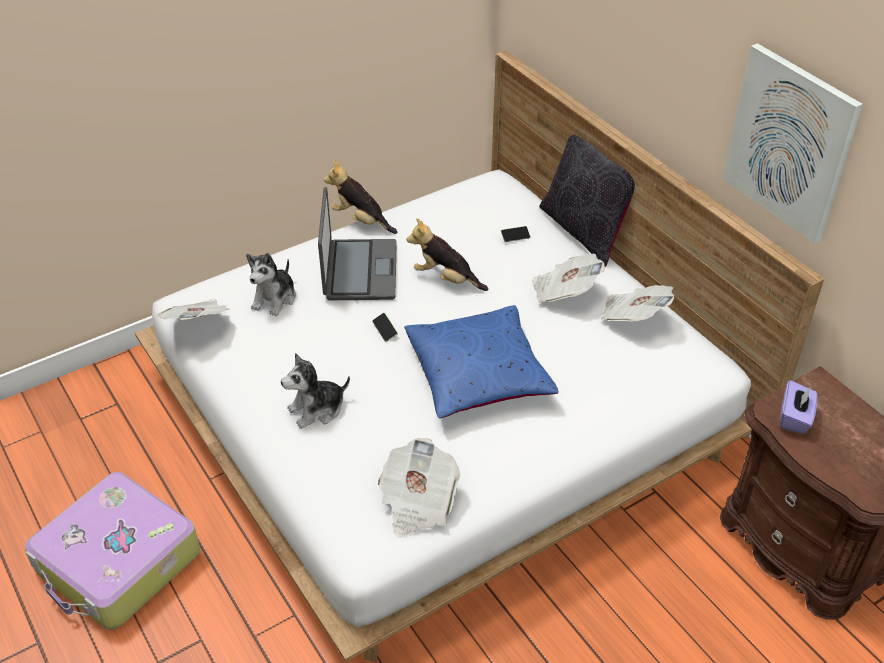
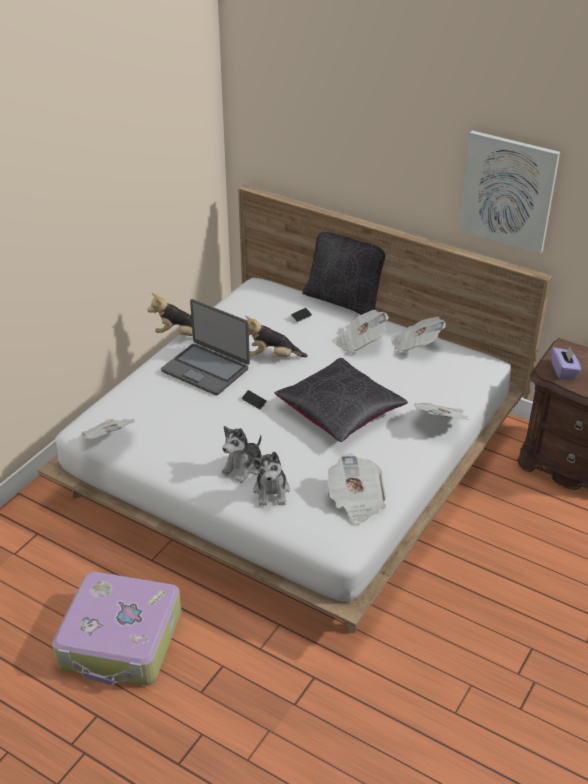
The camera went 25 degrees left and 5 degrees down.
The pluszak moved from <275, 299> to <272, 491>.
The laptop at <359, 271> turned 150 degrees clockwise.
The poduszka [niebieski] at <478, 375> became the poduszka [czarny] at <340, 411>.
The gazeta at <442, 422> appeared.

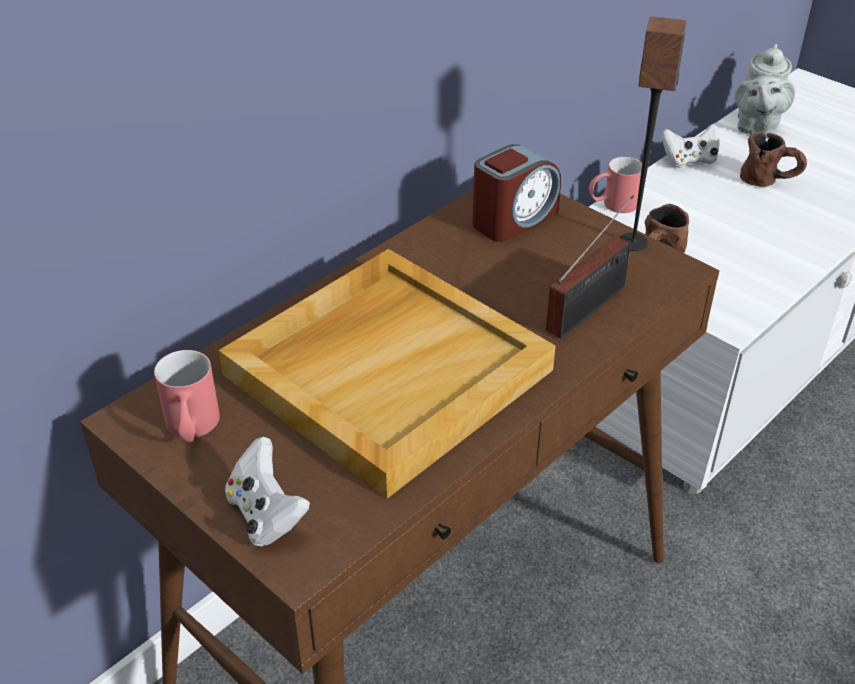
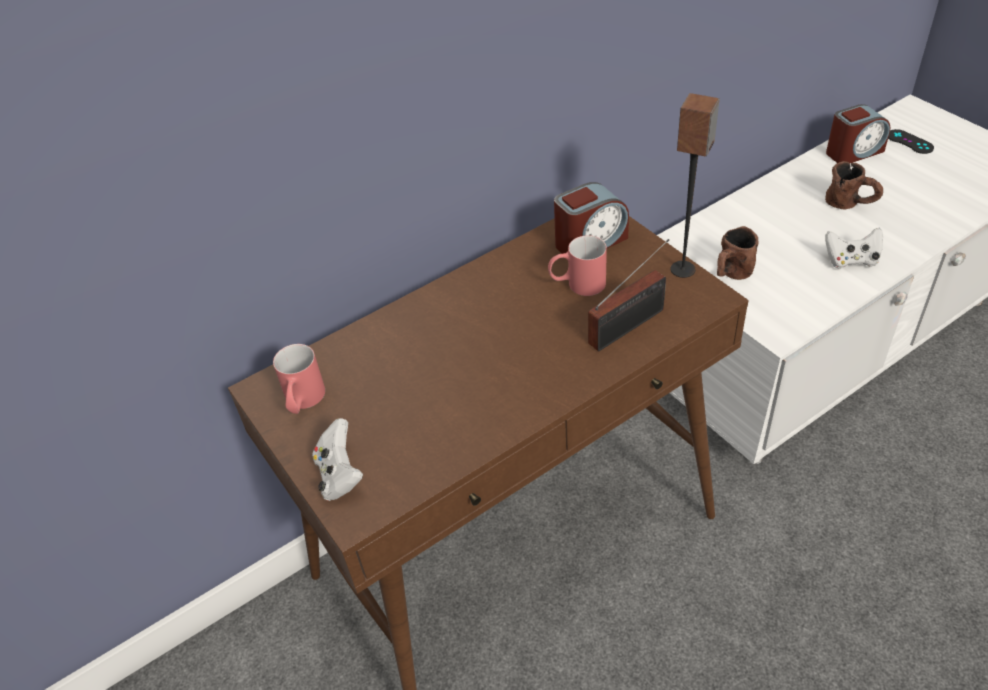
The camera went 15 degrees right and 5 degrees up.
The taca [beżowy] at <388, 370> disappeared.
The kubek [czerwony] moved from <612, 205> to <577, 285>.
The pad do gier [biały] moved from <689, 160> to <851, 260>.
The imbryk [szary] at <756, 128> was replaced by the budzik at <854, 152>.
The pad do gier [czarny] at <909, 142> appeared.

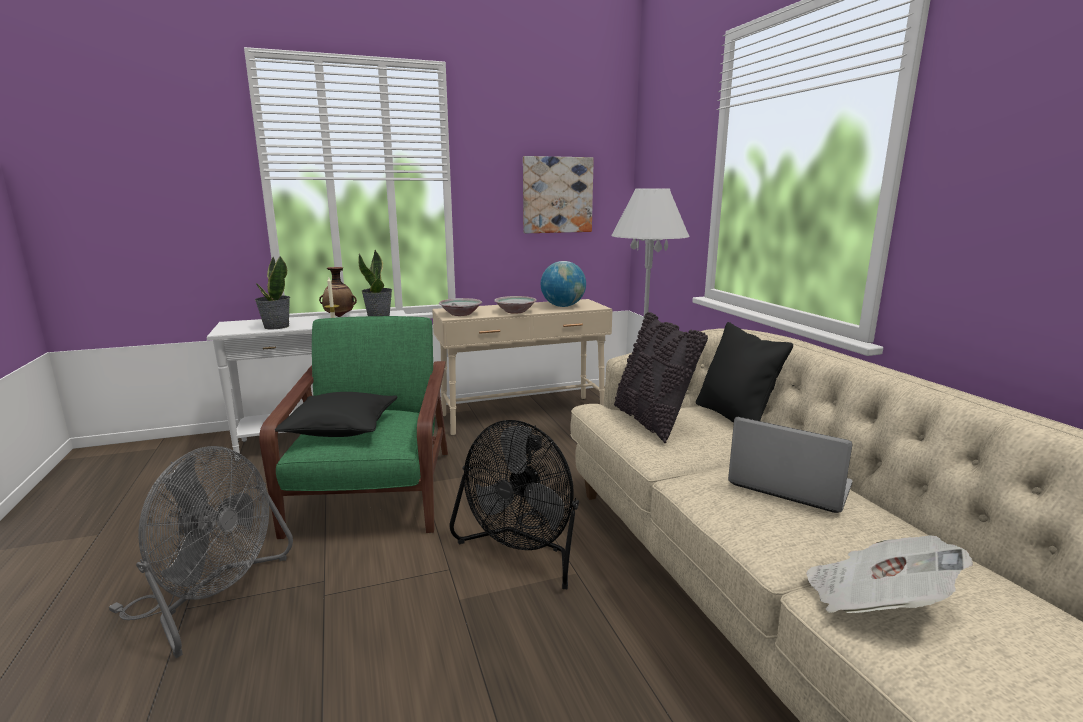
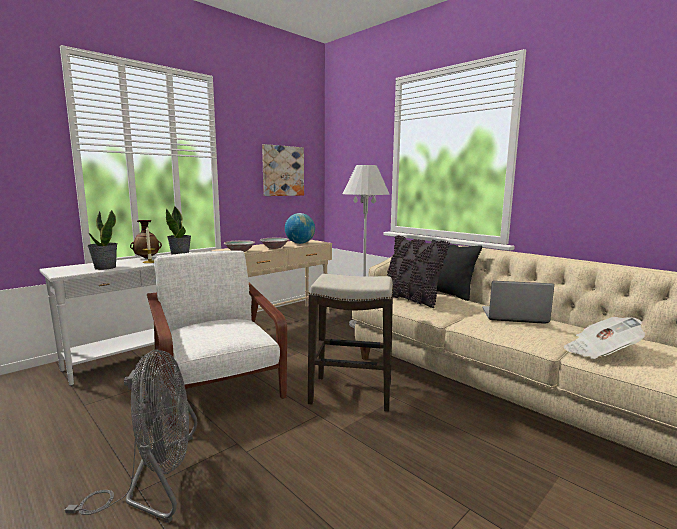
The camera went 25 degrees left and 5 degrees down.
The fotel [zielony] at <373, 493> became the fotel [biały] at <217, 384>.
The poduszka [czarny] at <341, 428> disappeared.
The wentylator [czarny] at <521, 549> was replaced by the stołek at <351, 393>.

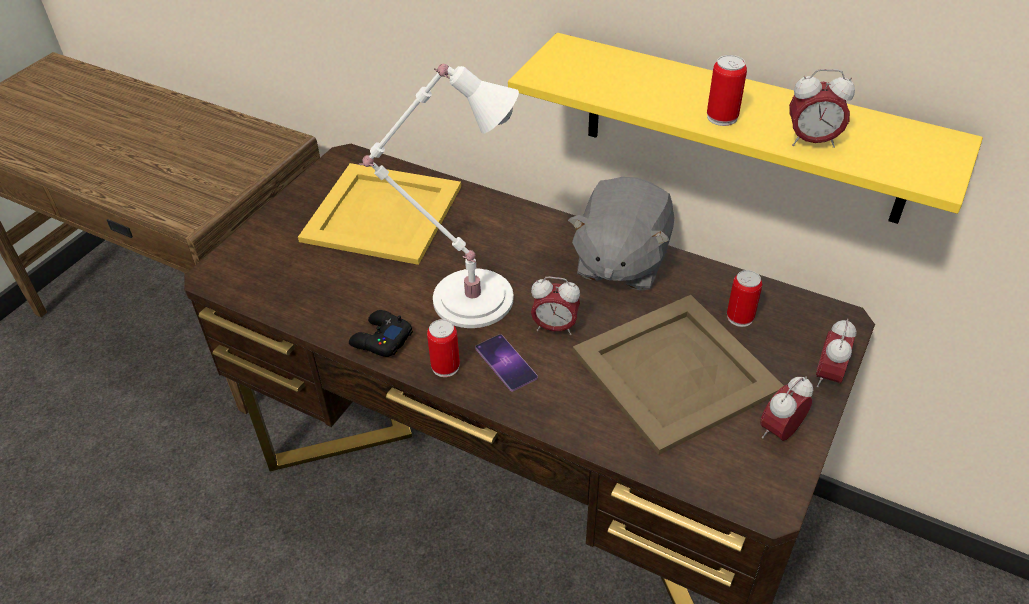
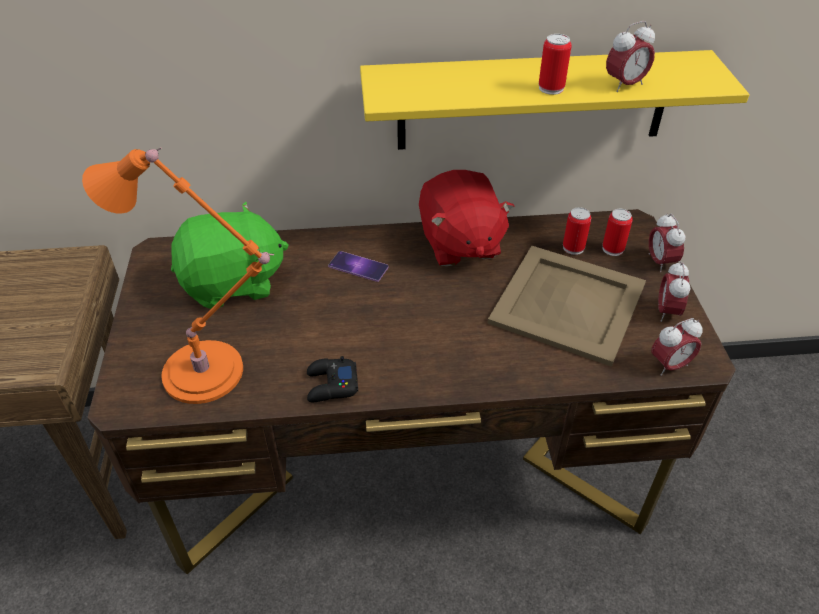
The camera went 35 degrees left and 0 degrees up.
The taca [żółty] at <382, 212> was replaced by the pluszak [zielony] at <233, 283>.
The lampa stołowa [biały] at <466, 298> disappeared.
The puszka moved from <445, 367> to <613, 249>.
The telefon moved from <506, 362> to <358, 266>.
The budzik moved from <554, 327> to <669, 365>.
The pluszak [szary] at <620, 262> became the pluszak [czerwony] at <459, 244>.
The lampa stołowa [pomarańczowy] at <210, 373> appeared.

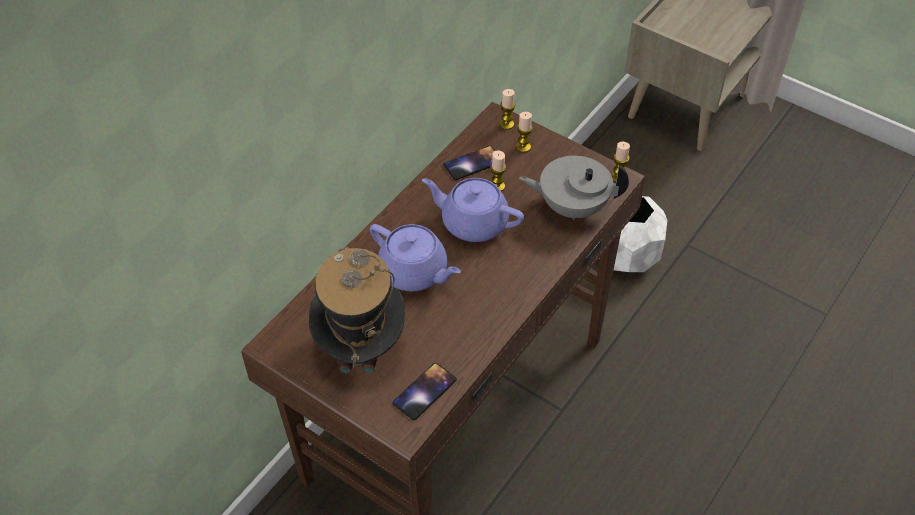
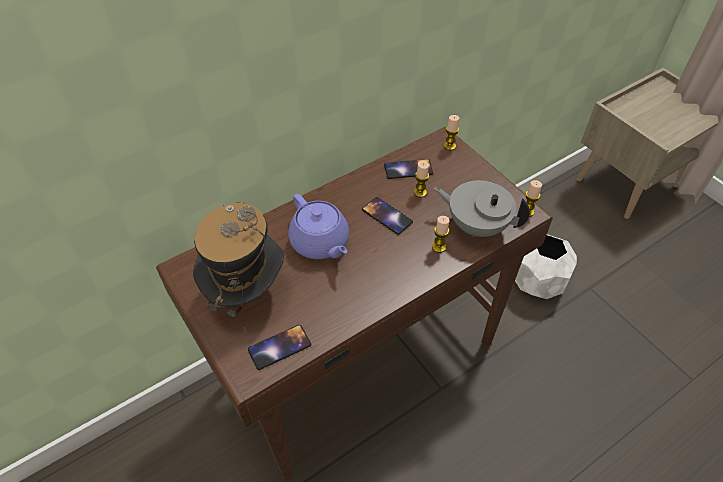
The camera went 20 degrees right and 0 degrees up.
The imbryk [fioletowy] at <473, 222> was replaced by the telefon at <387, 216>.
The świeca moved from <523, 147> to <439, 247>.

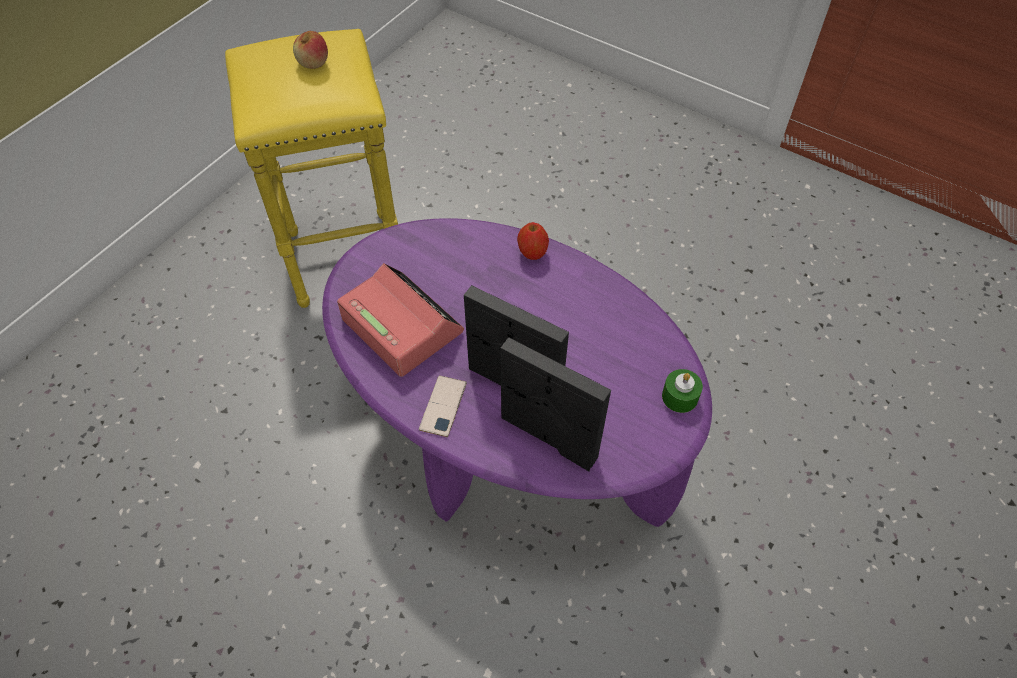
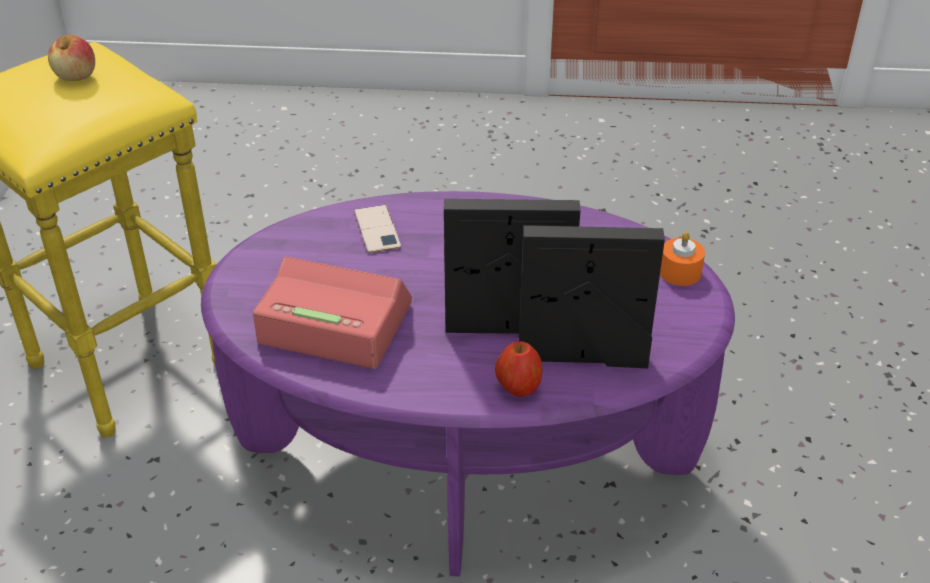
The camera went 30 degrees left and 15 degrees down.
The telefon moved from <443, 406> to <377, 229>.
The jabłko moved from <532, 253> to <518, 388>.
The świeca [zielony] at <680, 397> became the świeca [pomarańczowy] at <680, 272>.

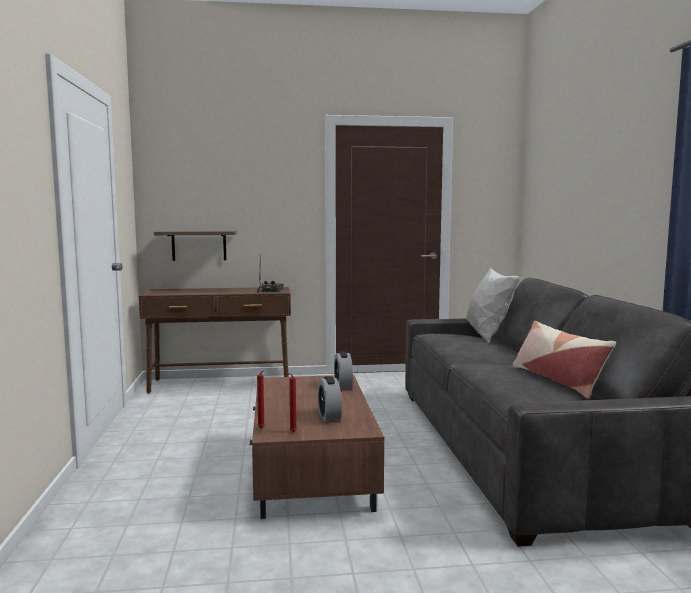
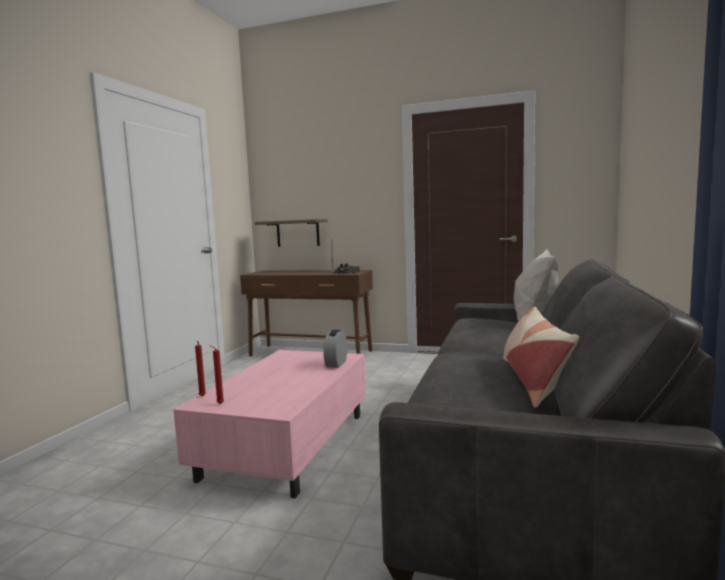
The camera went 25 degrees right and 0 degrees up.
The ława [brązowy] at <311, 472> became the ława [różowy] at <286, 445>.
The budzik at <329, 416> disappeared.

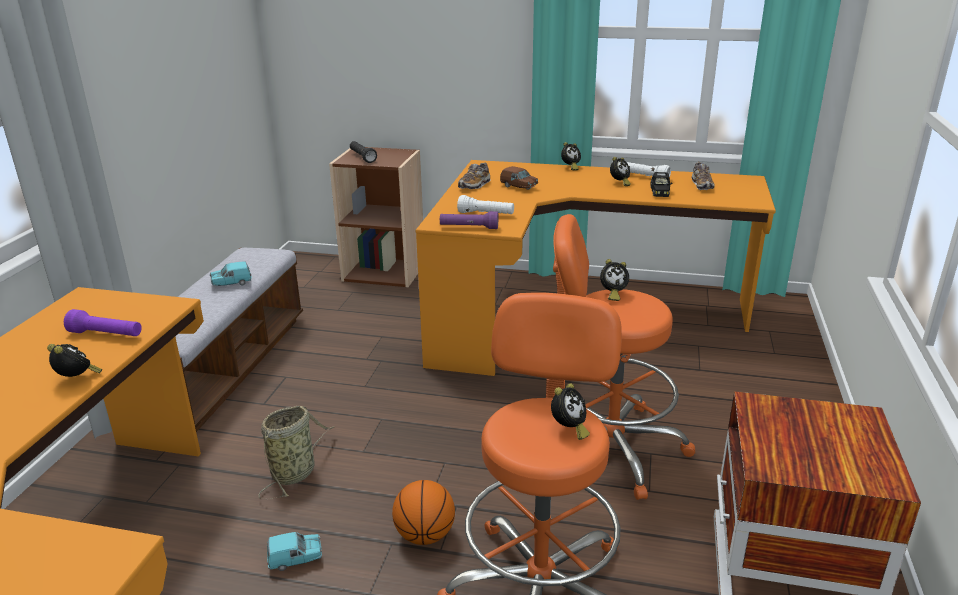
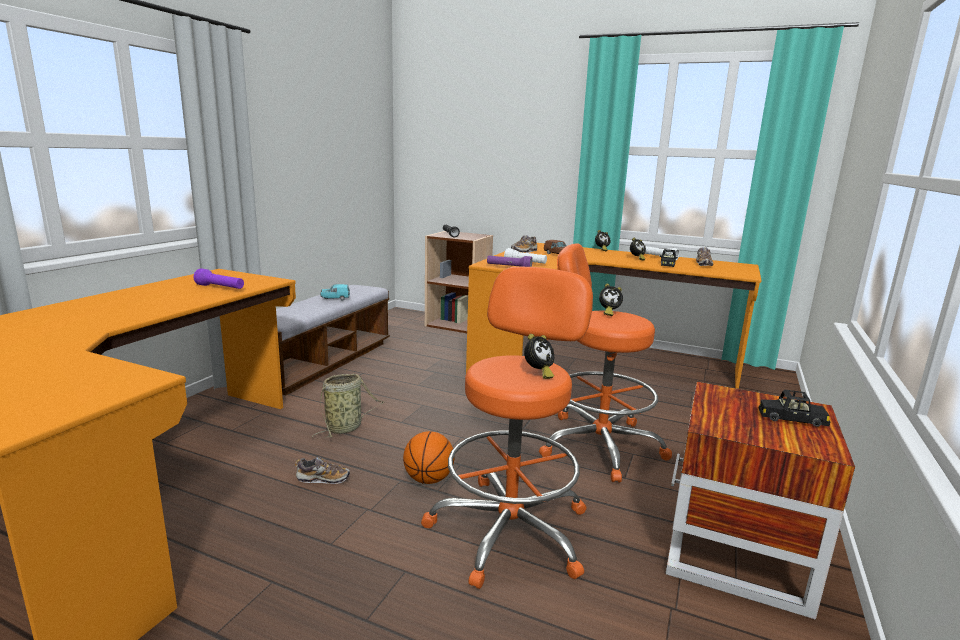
The camera went 10 degrees right and 10 degrees down.
The budzik at <78, 379> disappeared.
The samochodzik [turkusowy] at <295, 559> was replaced by the but at <323, 479>.
The samochodzik [czarny] at <791, 419> appeared.

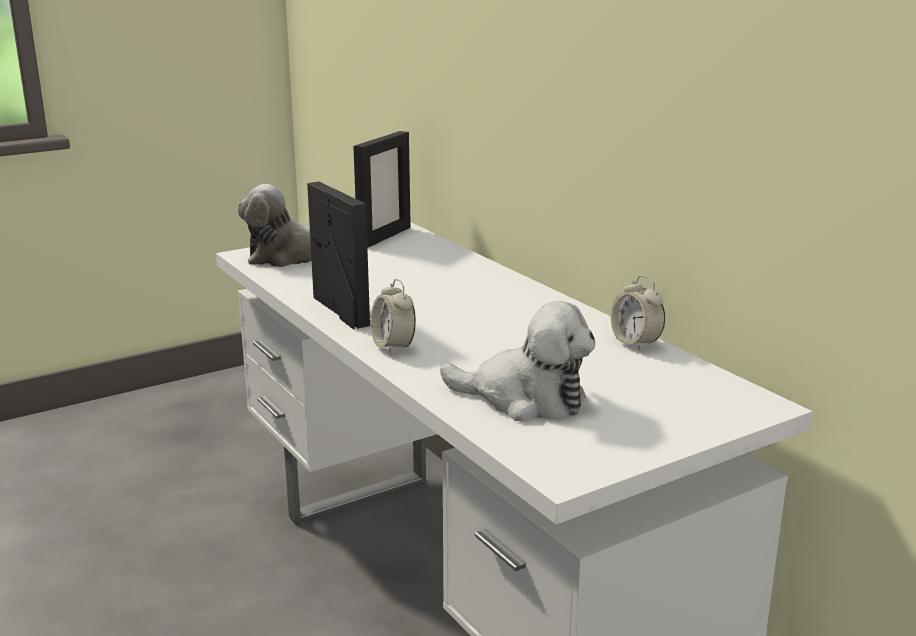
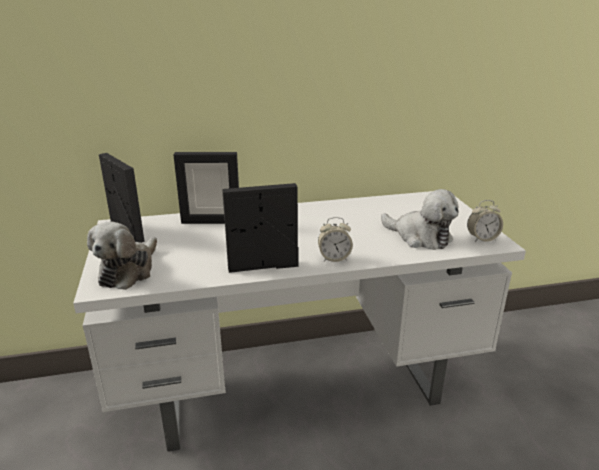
The camera went 70 degrees left and 5 degrees up.
The pluszak at <524, 399> turned 90 degrees clockwise.
The budzik moved from <635, 343> to <482, 239>.
The ramka na zdjęcie at <211, 221> appeared.

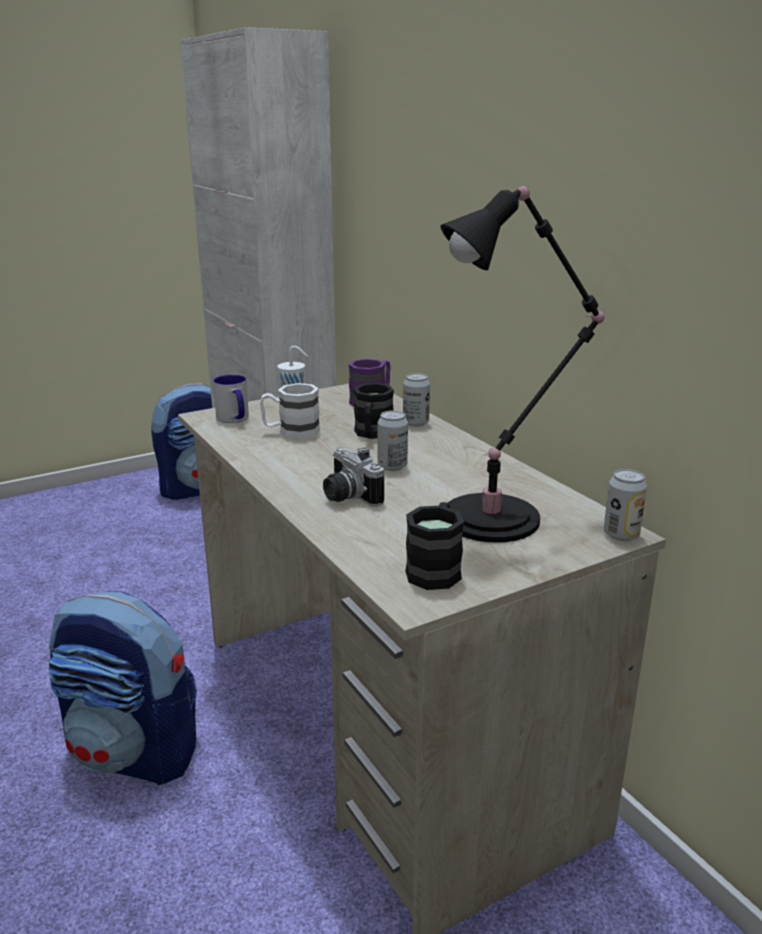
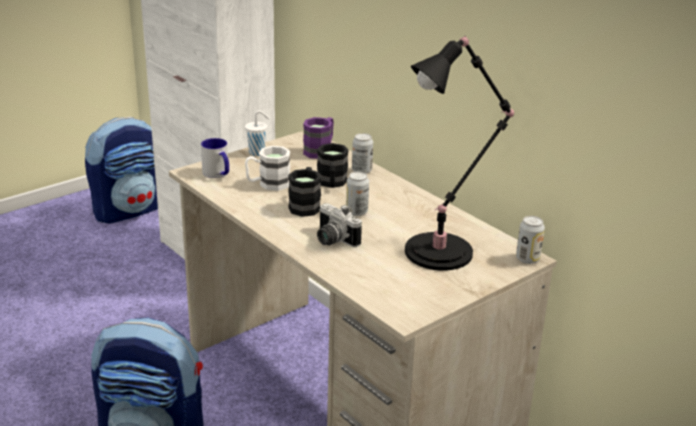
The camera went 10 degrees left and 5 degrees up.
The kubek [czarny] moved from <435, 568> to <305, 205>.

